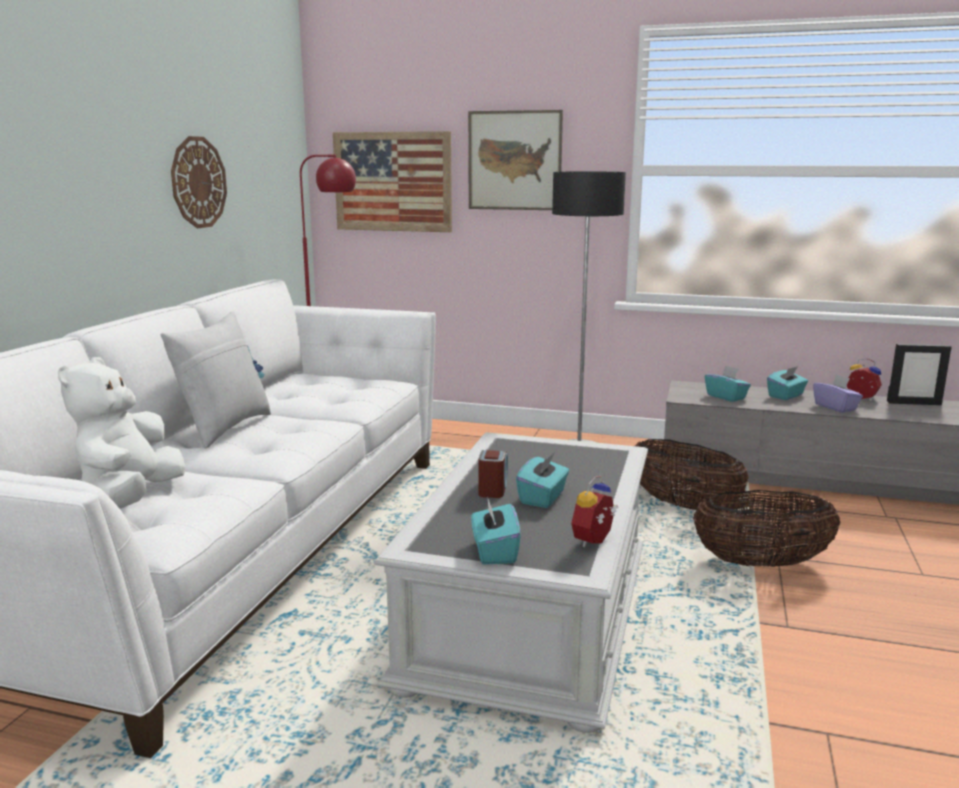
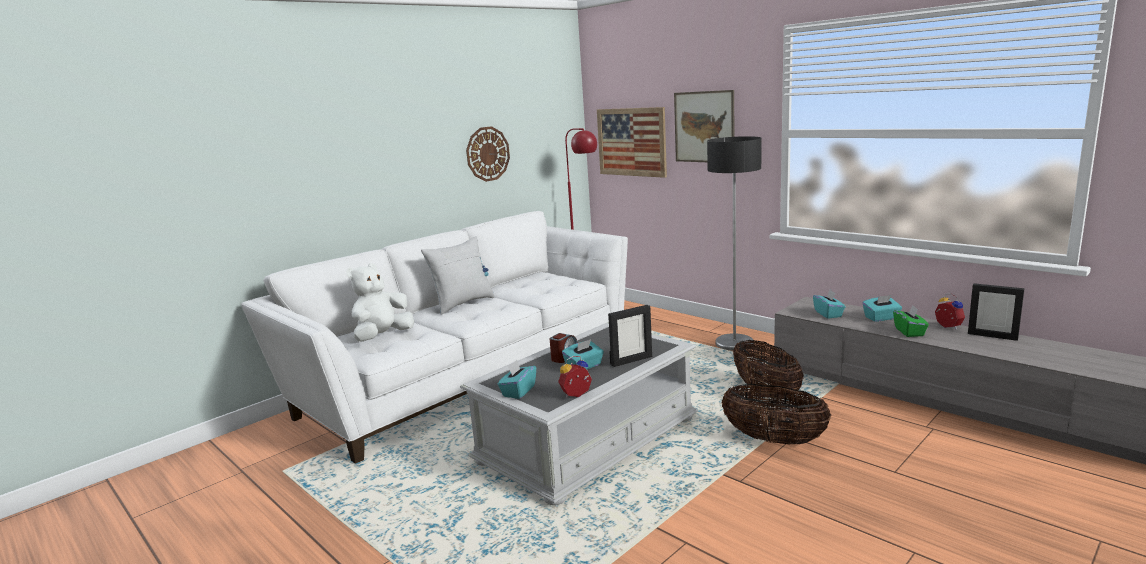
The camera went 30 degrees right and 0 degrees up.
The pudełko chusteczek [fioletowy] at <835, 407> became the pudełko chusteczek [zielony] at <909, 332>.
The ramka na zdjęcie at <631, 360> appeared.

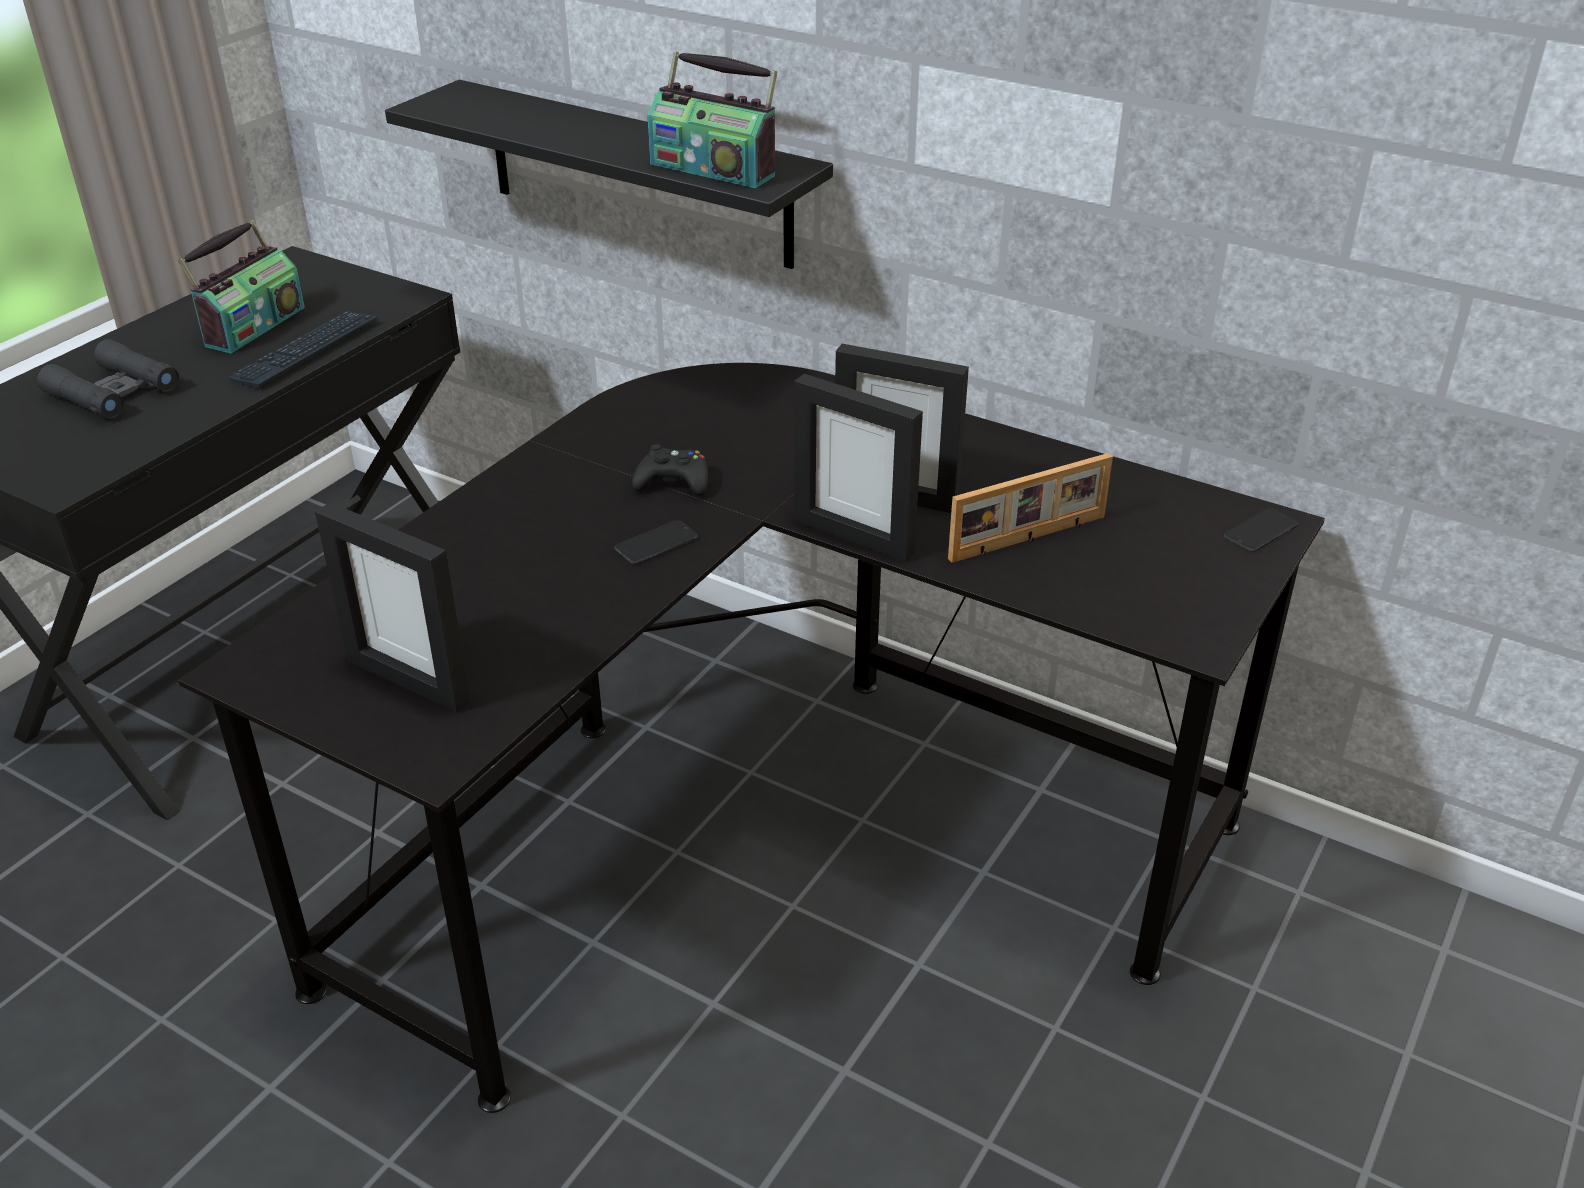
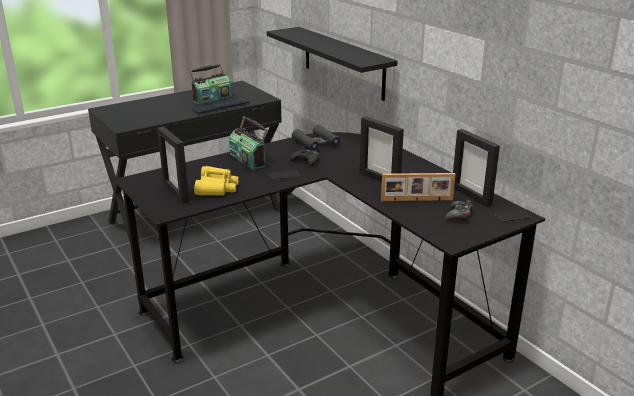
The camera went 25 degrees right and 10 degrees down.
The lornetka [czarny] moved from <113, 392> to <316, 143>.
The radio moved from <714, 168> to <248, 160>.
The ramka na zdjęcie moved from <855, 535> to <472, 196>.
The lornetka [żółty] at <216, 188> appeared.
The pad do gier [czarny] at <459, 216> appeared.

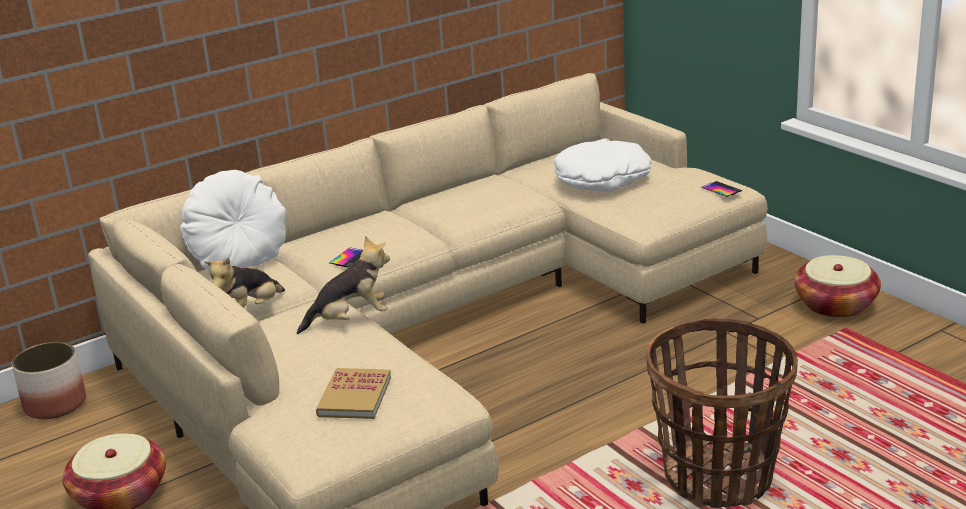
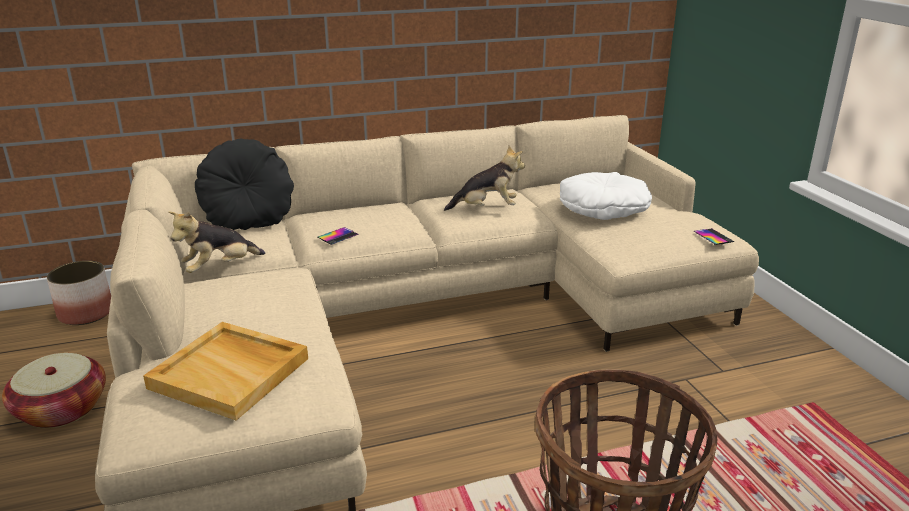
The camera went 15 degrees right and 0 degrees up.
The poduszka [biały] at <241, 264> became the poduszka [czarny] at <250, 224>.
The pluszak moved from <350, 320> to <486, 208>.
The książka at <354, 397> was replaced by the taca [beżowy] at <231, 373>.
The koszyk at <835, 305> disappeared.

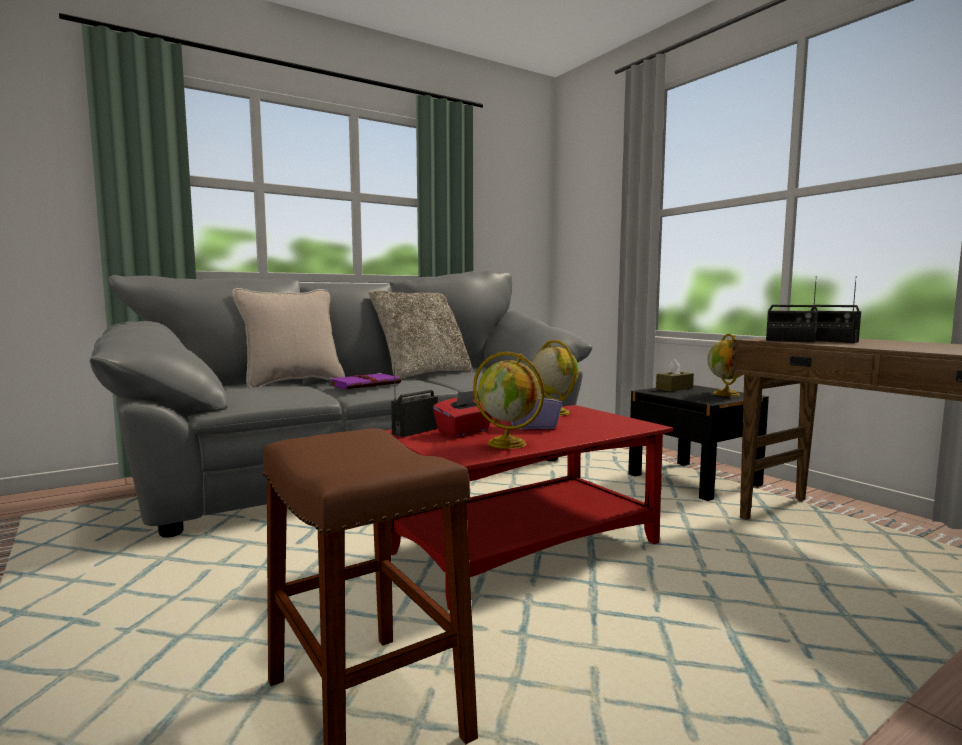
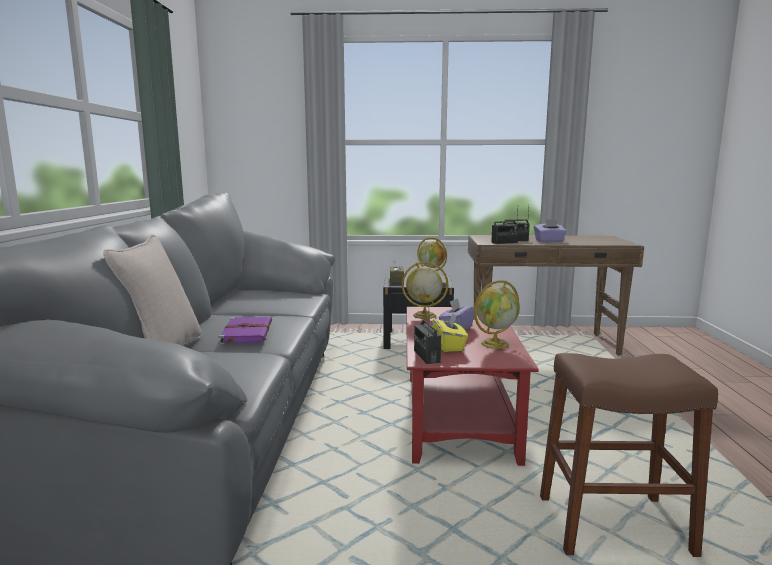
The camera went 55 degrees left and 5 degrees up.
The poduszka [beżowy] at <424, 373> disappeared.
The pudełko chusteczek [czerwony] at <464, 432> became the pudełko chusteczek [żółty] at <449, 346>.
The pudełko chusteczek [fioletowy] at <549, 241> appeared.

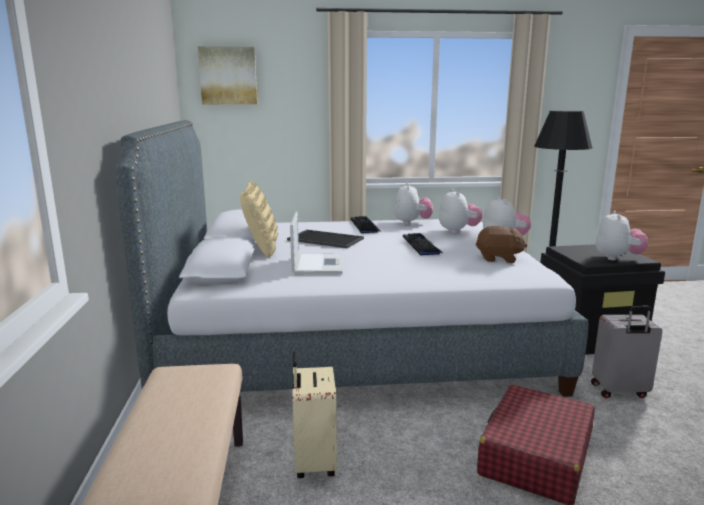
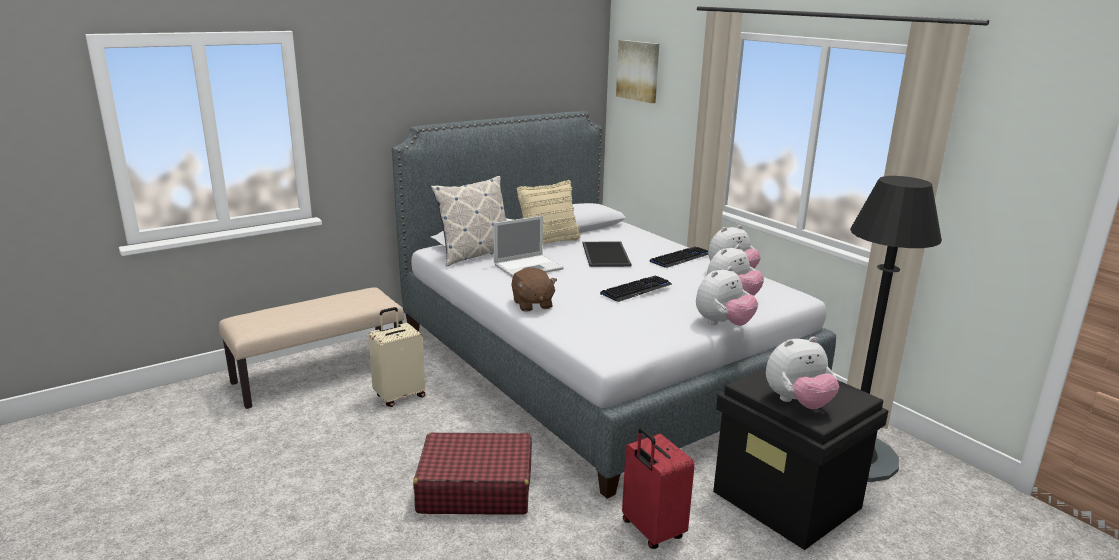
The camera went 60 degrees right and 5 degrees up.
The pluszak [brązowy] moved from <498, 259> to <532, 304>.
The walizka [szary] at <619, 391> became the walizka [czerwony] at <651, 531>.
The poduszka at <475, 255> appeared.

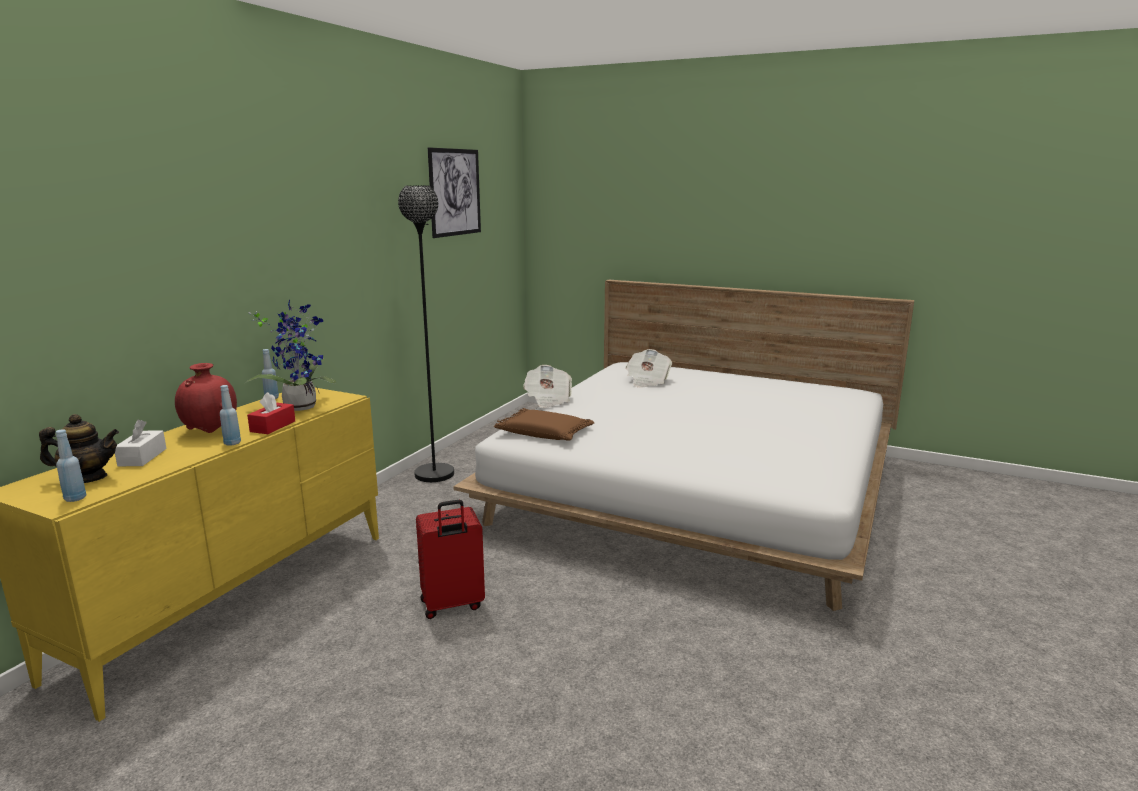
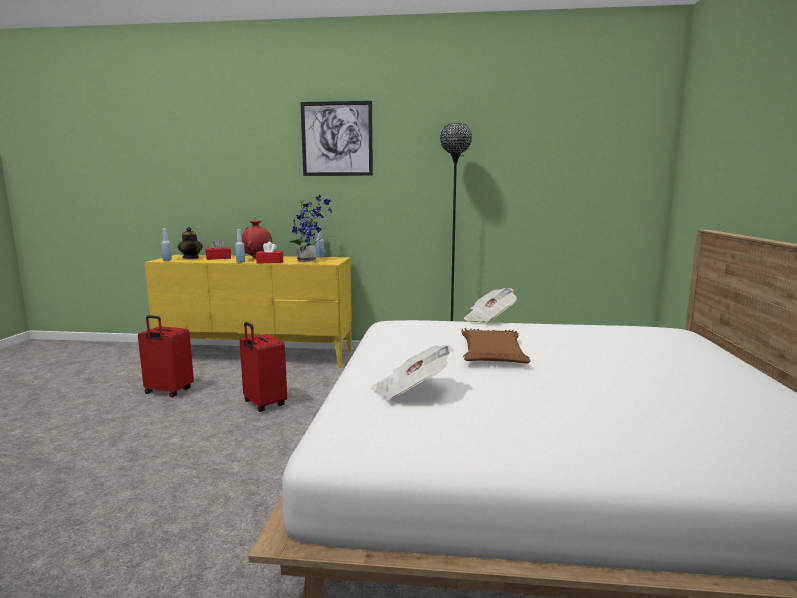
The camera went 70 degrees right and 5 degrees down.
The pudełko chusteczek [biały] at <142, 457> became the pudełko chusteczek [czerwony] at <218, 258>.
The obraz moved from <455, 192> to <337, 139>.
The poduszka [brązowy] moved from <544, 431> to <492, 353>.
The gazeta moved from <647, 381> to <410, 391>.
The walizka [czerwony] at <168, 392> appeared.

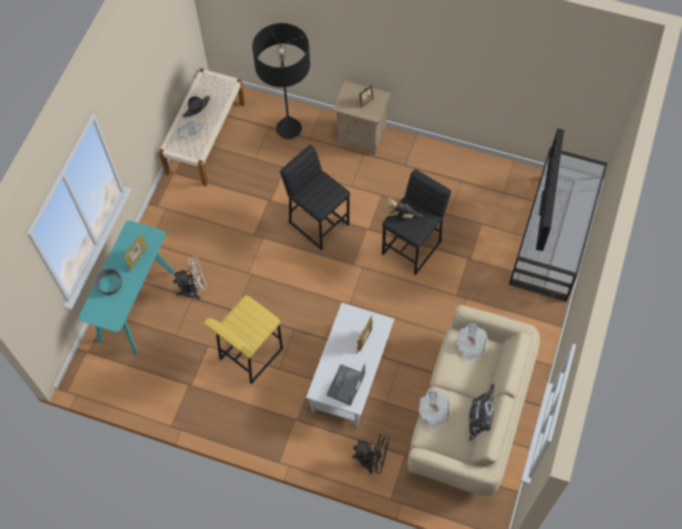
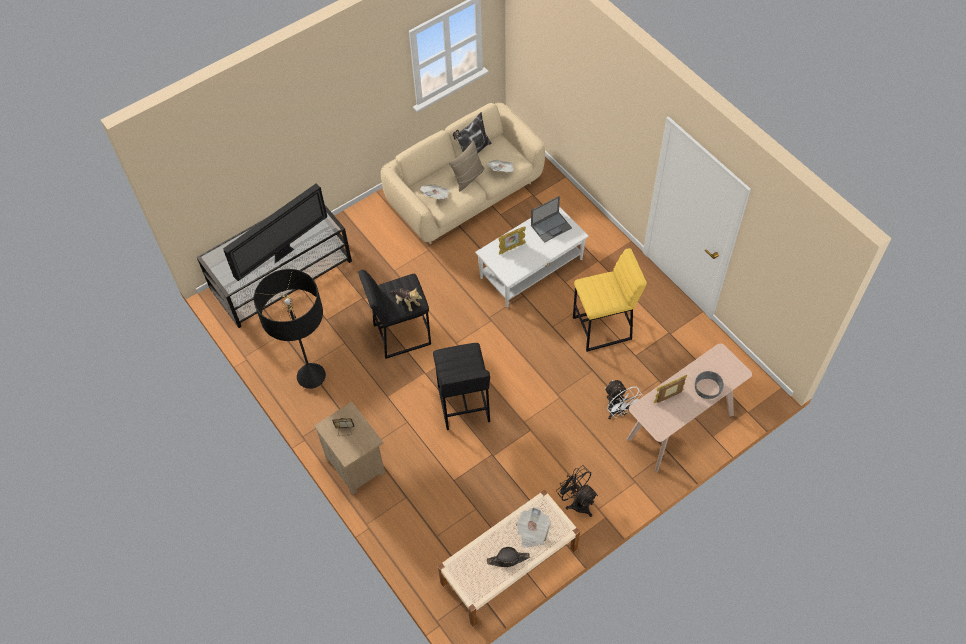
The camera went 145 degrees left and 5 degrees down.
The stolik konsolowy [turkusowy] at <136, 305> became the stolik konsolowy [beżowy] at <680, 427>.
The wentylator [biały] at <194, 289> turned 135 degrees counterclockwise.
The lampa stojąca [czarny] moved from <289, 130> to <311, 377>.
The wentylator [czarny] moved from <371, 461> to <577, 502>.
The poduszka [beżowy] at <468, 177> appeared.

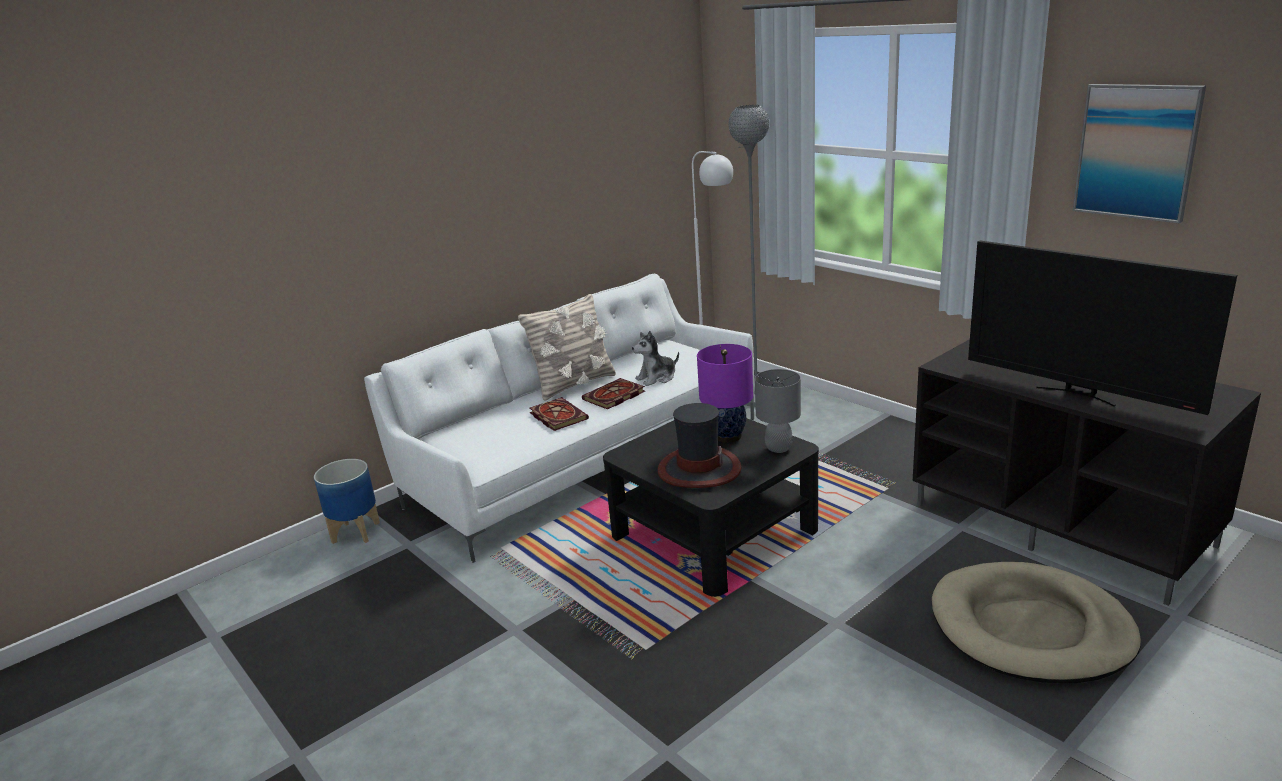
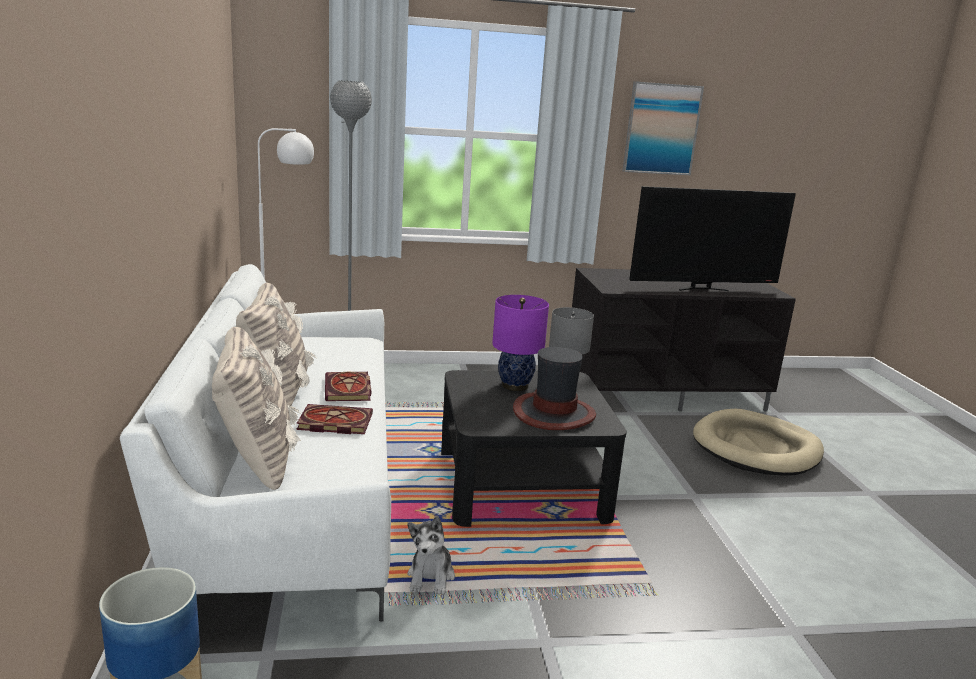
The camera went 60 degrees left and 5 degrees down.
The pluszak moved from <657, 378> to <431, 577>.
The poduszka [beżowy] at <260, 459> appeared.

